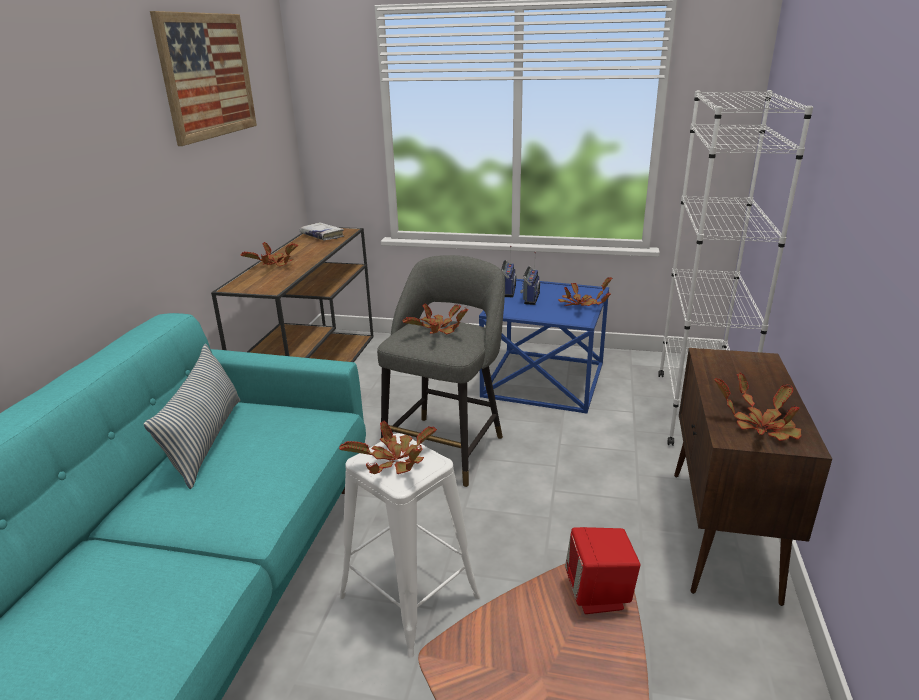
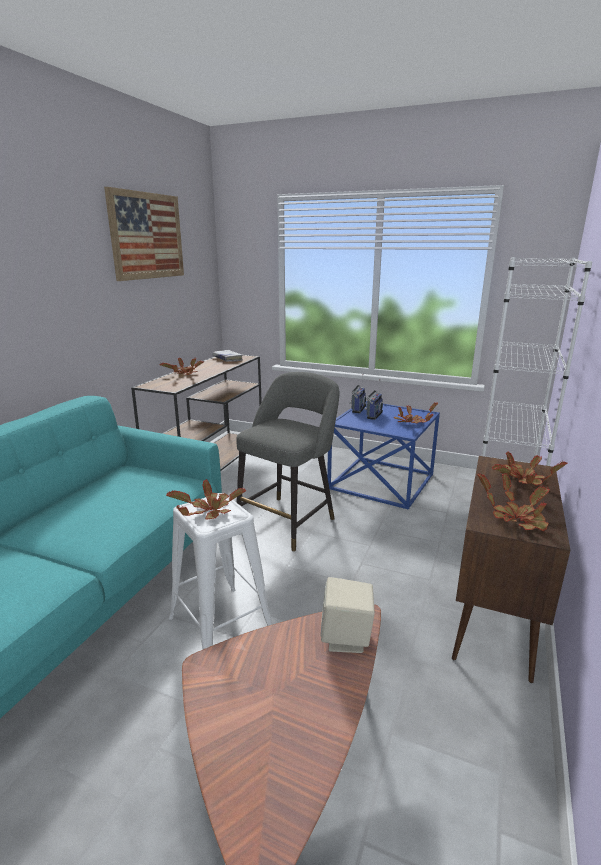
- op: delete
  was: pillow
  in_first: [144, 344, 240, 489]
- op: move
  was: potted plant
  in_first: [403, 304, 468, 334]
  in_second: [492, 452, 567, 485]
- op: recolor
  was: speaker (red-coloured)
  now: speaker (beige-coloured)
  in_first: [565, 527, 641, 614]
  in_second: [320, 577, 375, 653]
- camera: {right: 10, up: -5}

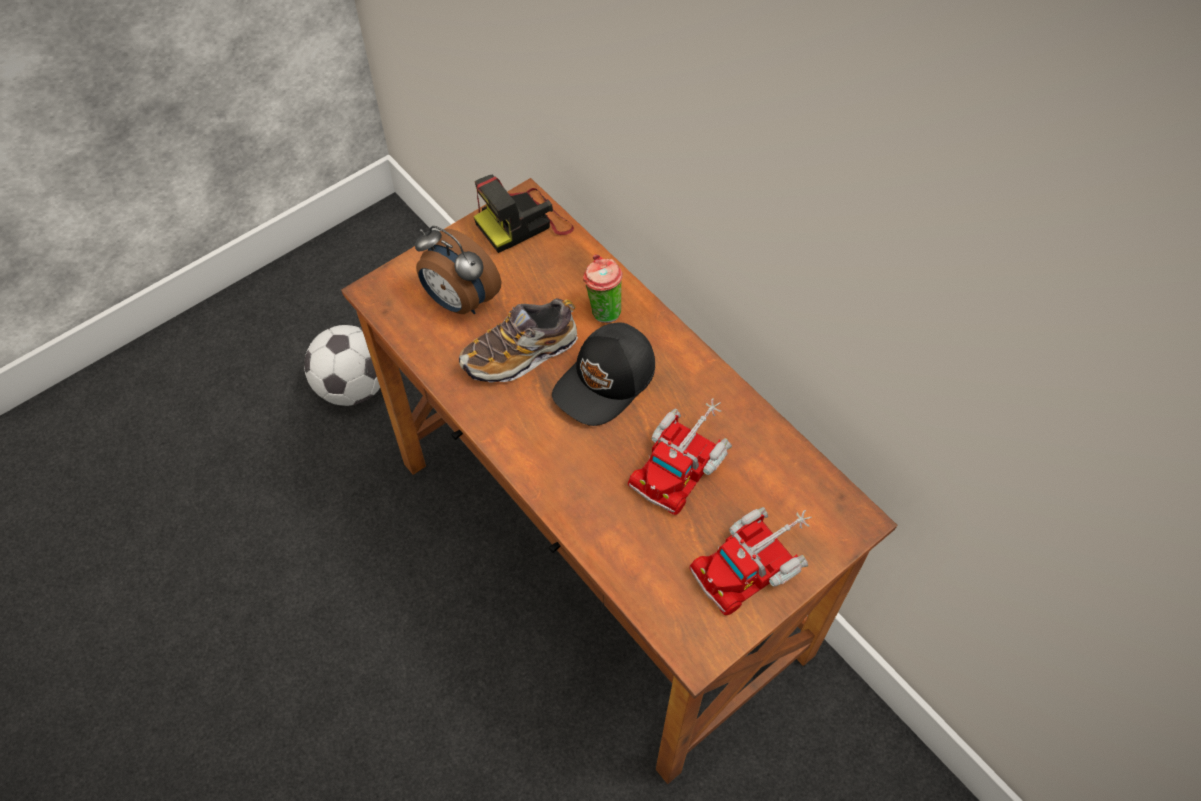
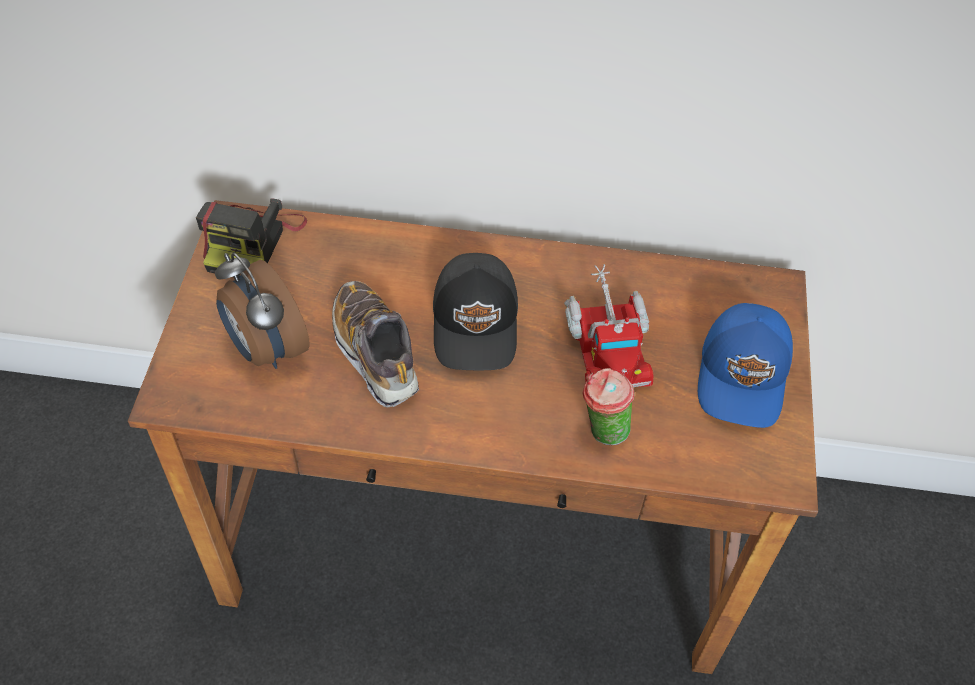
- op: delete
  was: football ball
  in_first: [304, 325, 380, 406]
- op: move
  was: small cup
  in_first: [583, 254, 623, 323]
  in_second: [583, 368, 634, 445]
- op: replace
  was: toy truck
  now: peaked cap (blue-coloured)
  in_first: [689, 507, 812, 615]
  in_second: [698, 303, 793, 428]
- op: rotate
  was: table clock
  in_first: [415, 226, 501, 314]
  in_second: [215, 253, 310, 369]
  clockwise: 60
- op: rotate
  was: low shoe
  in_first: [459, 298, 578, 383]
  in_second: [332, 281, 419, 408]
  clockwise: 135
- camera: {right: -45, up: -5}

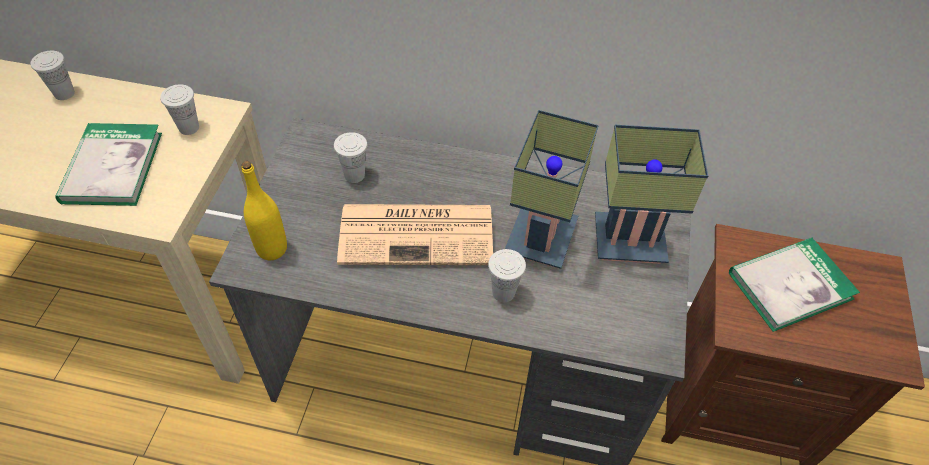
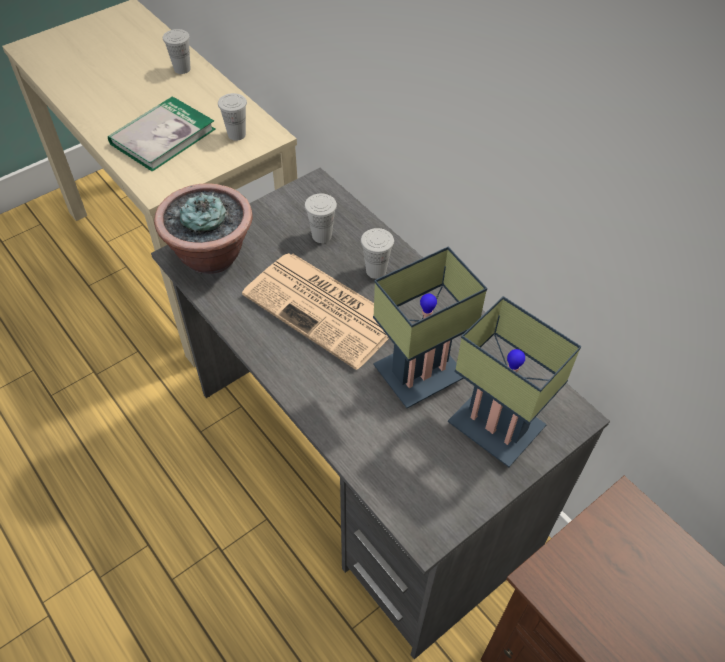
- op: delete
  was: bound book
  in_first: [729, 238, 860, 332]
- op: move
  was: small cup (white-coloured)
  in_first: [488, 249, 526, 302]
  in_second: [361, 228, 394, 279]
- op: replace
  was: beverage bottle (yellowish)
  now: potted plant
  in_first: [241, 161, 287, 260]
  in_second: [154, 183, 252, 274]
- camera: {right: 40, up: 0}

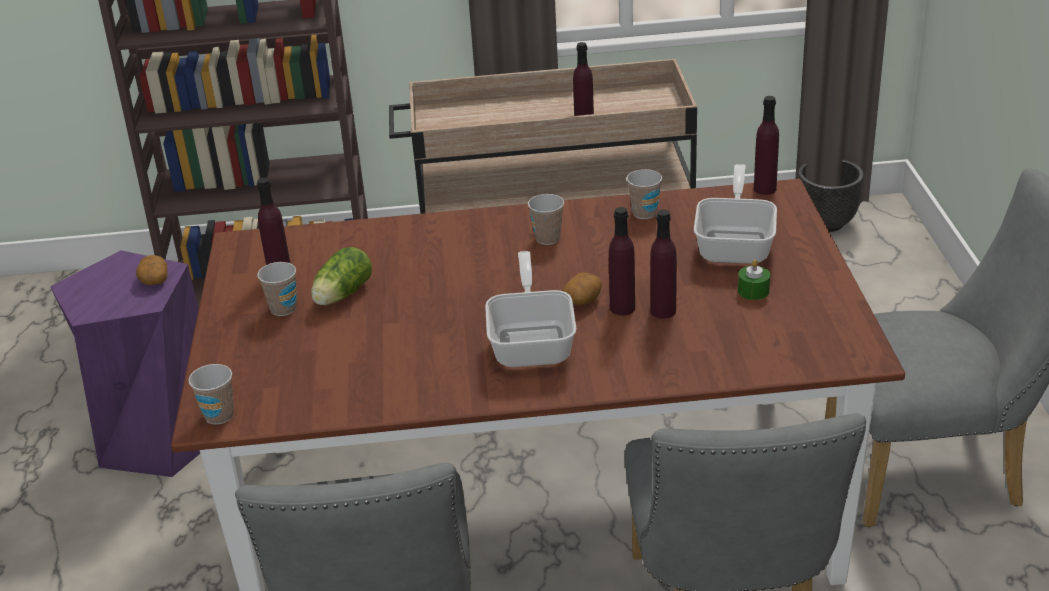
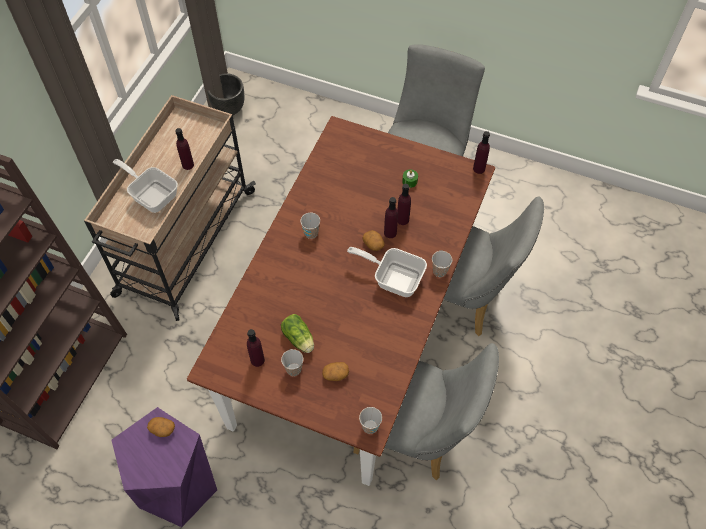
- op: insert
  now: whole potato
  in_second: [322, 362, 349, 381]
- op: move
  was: small cup
  in_first: [627, 169, 662, 219]
  in_second: [432, 251, 452, 277]
- op: move
  was: skillet
  in_first: [694, 164, 777, 264]
  in_second: [113, 159, 178, 213]
- op: move
  was: beverage bottle (purplish)
  in_first: [754, 96, 779, 195]
  in_second: [473, 131, 490, 174]
- camera: {right: -65, up: 25}

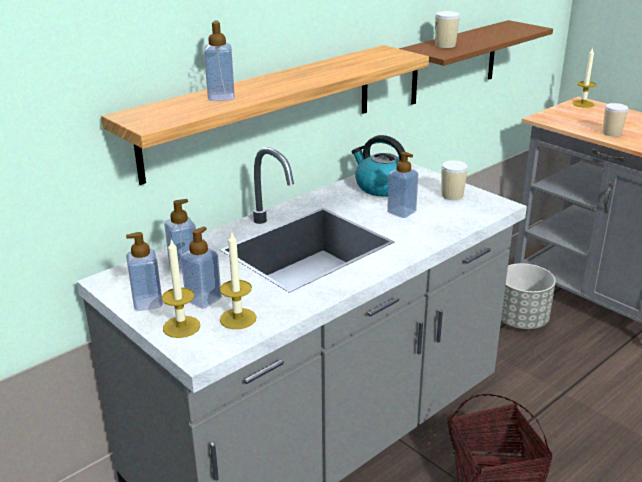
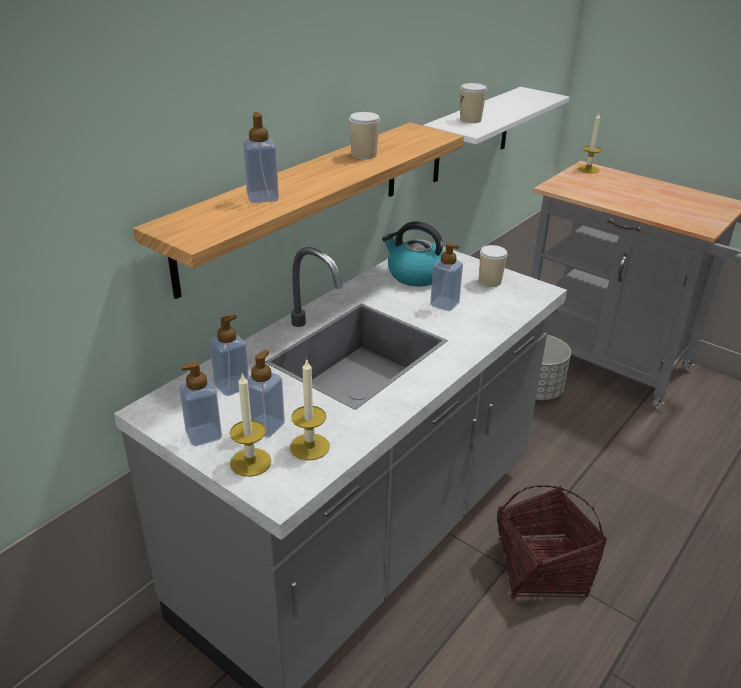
- op: move
  was: small cup
  in_first: [603, 103, 628, 137]
  in_second: [349, 112, 380, 159]
- op: recolor
  was: wall shelf (brown)
  now: wall shelf (white-coloured)
  in_first: [399, 20, 553, 105]
  in_second: [423, 87, 570, 182]
- camera: {right: -10, up: 5}

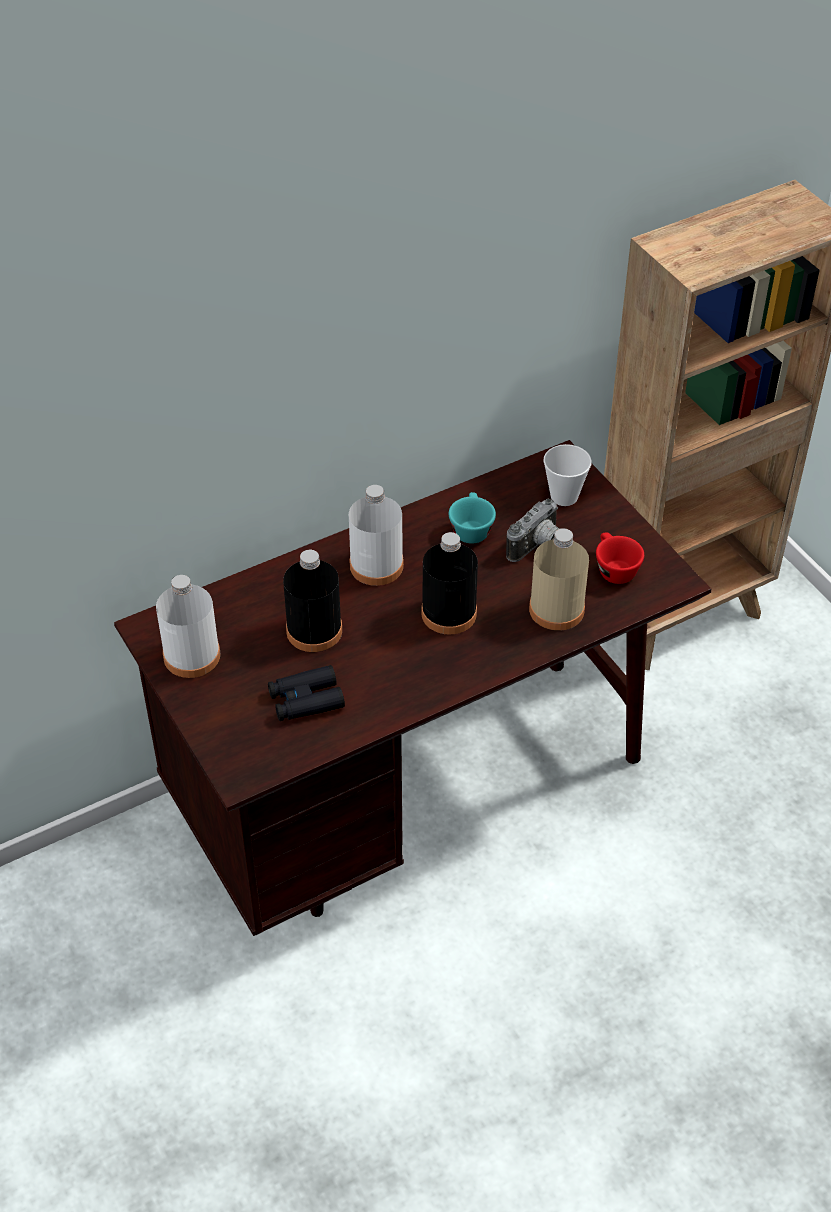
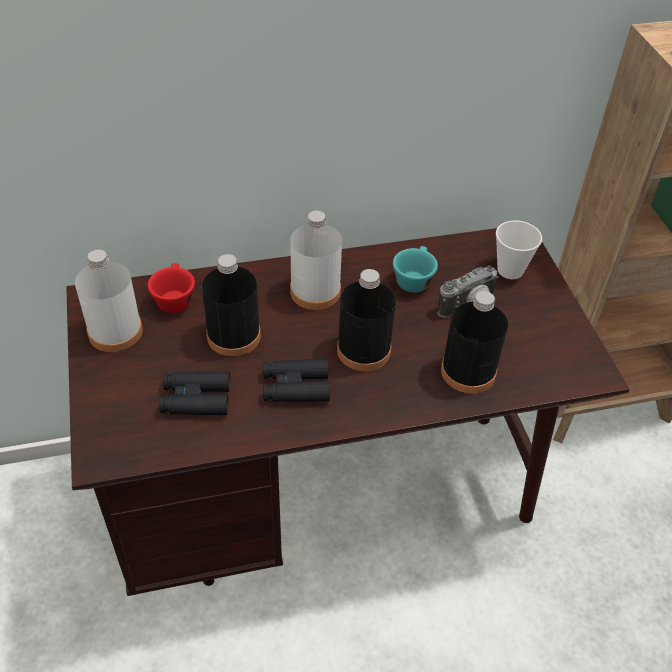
- op: insert
  now: pair of binoculars (black)
  in_second: [263, 359, 330, 402]
- op: move
  was: small cup (red-coloured)
  in_first: [596, 532, 644, 584]
  in_second: [148, 263, 195, 313]
- op: recolor
  was: beverage bottle (beige-coloured)
  now: beverage bottle (black)
  in_first: [529, 528, 589, 631]
  in_second: [441, 291, 508, 394]
- camera: {right: 15, up: 0}

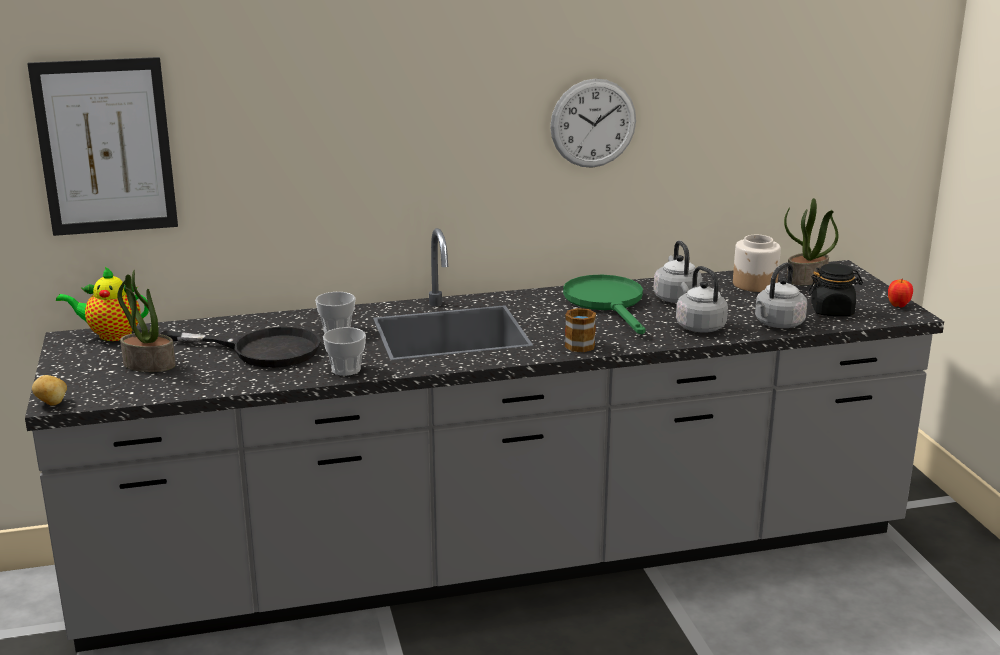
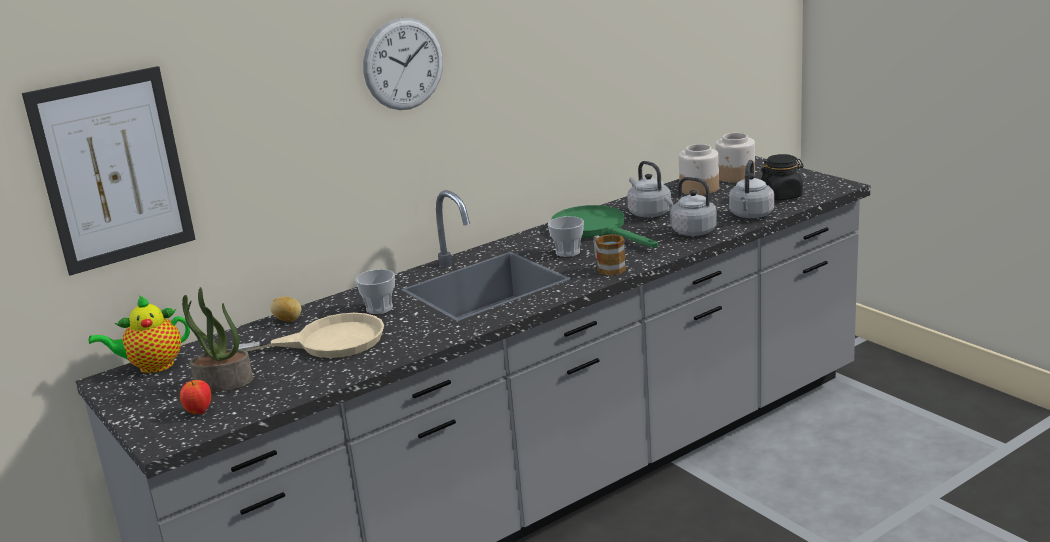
- op: move
  was: whole potato
  in_first: [32, 375, 67, 406]
  in_second: [270, 297, 302, 322]
- op: move
  was: small cup
  in_first: [323, 327, 366, 376]
  in_second: [548, 216, 584, 257]
- op: move
  was: wall clock
  in_first: [550, 79, 636, 168]
  in_second: [363, 18, 443, 110]
- op: move
  was: whole apple
  in_first: [888, 278, 913, 308]
  in_second: [180, 380, 211, 414]
- op: replace
  was: potted plant
  now: jar
  in_first: [784, 198, 839, 285]
  in_second: [716, 133, 755, 183]
- op: recolor
  was: skillet (black)
  now: skillet (beige-coloured)
  in_first: [160, 326, 321, 368]
  in_second: [210, 313, 384, 358]
- camera: {right: -20, up: 0}

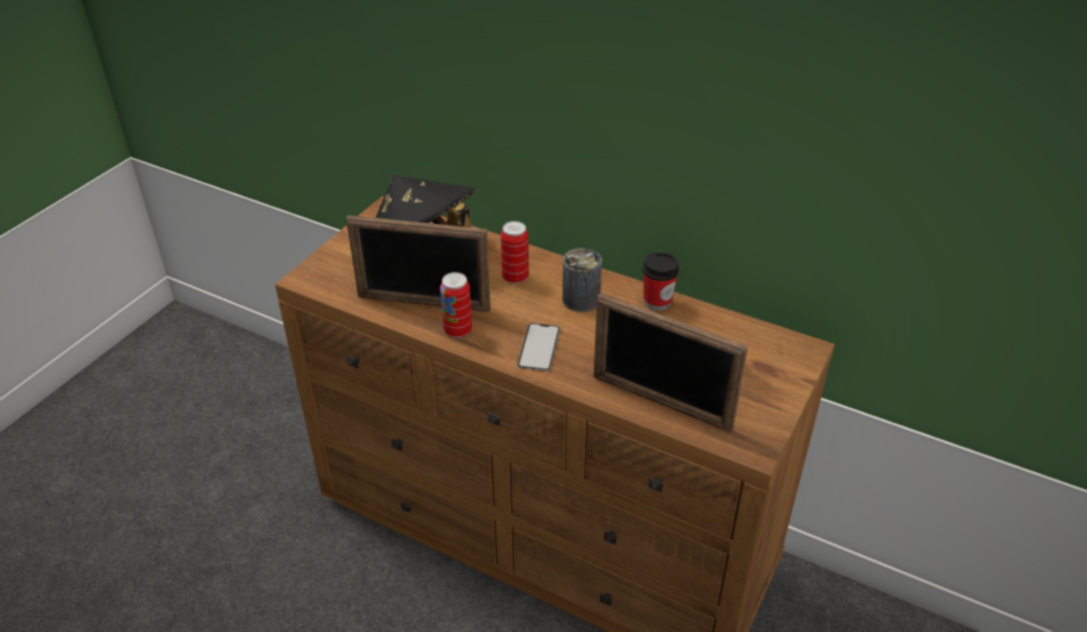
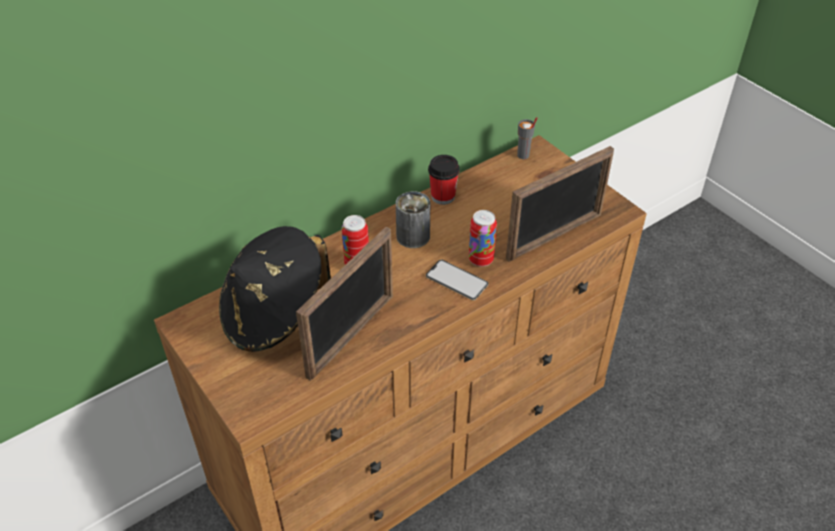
- op: insert
  now: small cup (gray)
  in_second: [517, 117, 537, 159]
- op: move
  was: metal can
  in_first: [440, 272, 472, 338]
  in_second: [469, 210, 497, 267]
- camera: {right: -65, up: 5}

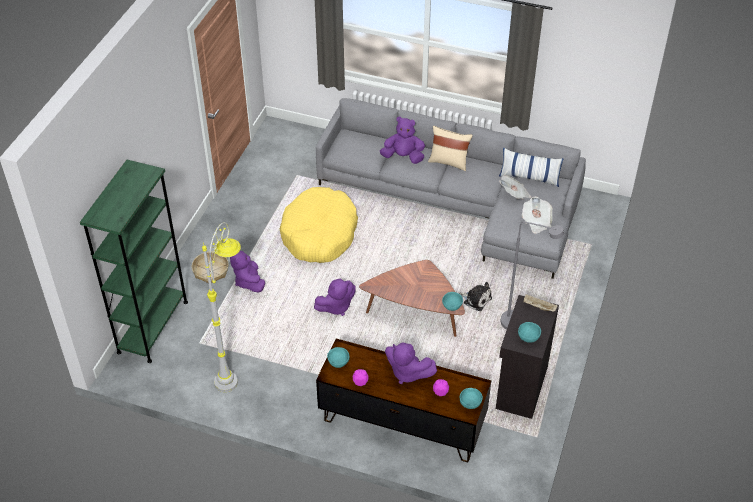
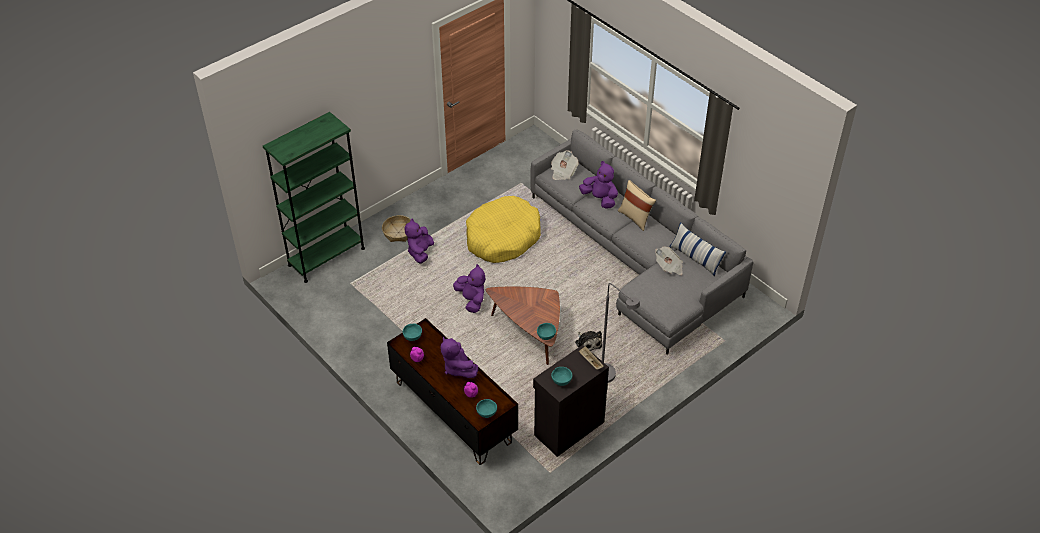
- op: delete
  was: standing lamp (gray)
  in_first: [202, 222, 241, 392]
- op: move
  was: daily paper
  in_first: [522, 197, 552, 234]
  in_second: [551, 150, 579, 180]
- op: rotate
  was: soft toy (purplish)
  in_first: [314, 278, 356, 316]
  in_second: [453, 264, 485, 313]
  clockwise: -120
- camera: {right: 30, up: 0}

